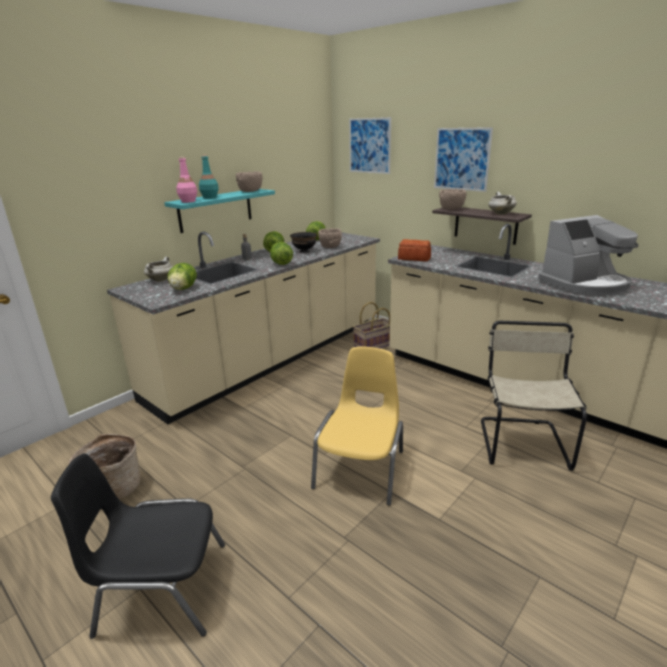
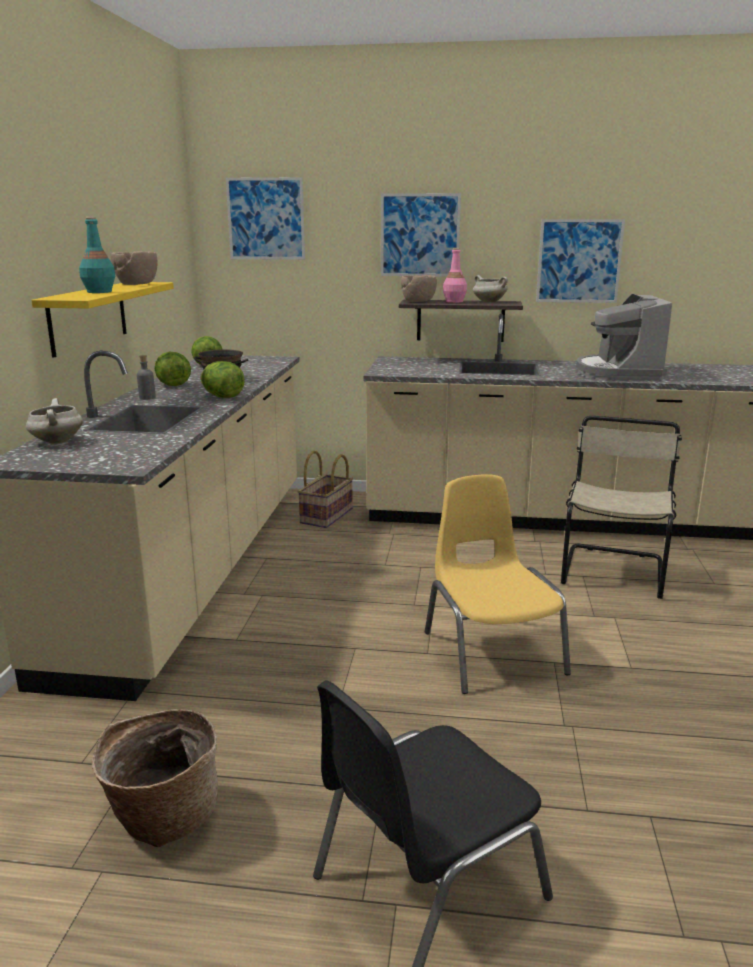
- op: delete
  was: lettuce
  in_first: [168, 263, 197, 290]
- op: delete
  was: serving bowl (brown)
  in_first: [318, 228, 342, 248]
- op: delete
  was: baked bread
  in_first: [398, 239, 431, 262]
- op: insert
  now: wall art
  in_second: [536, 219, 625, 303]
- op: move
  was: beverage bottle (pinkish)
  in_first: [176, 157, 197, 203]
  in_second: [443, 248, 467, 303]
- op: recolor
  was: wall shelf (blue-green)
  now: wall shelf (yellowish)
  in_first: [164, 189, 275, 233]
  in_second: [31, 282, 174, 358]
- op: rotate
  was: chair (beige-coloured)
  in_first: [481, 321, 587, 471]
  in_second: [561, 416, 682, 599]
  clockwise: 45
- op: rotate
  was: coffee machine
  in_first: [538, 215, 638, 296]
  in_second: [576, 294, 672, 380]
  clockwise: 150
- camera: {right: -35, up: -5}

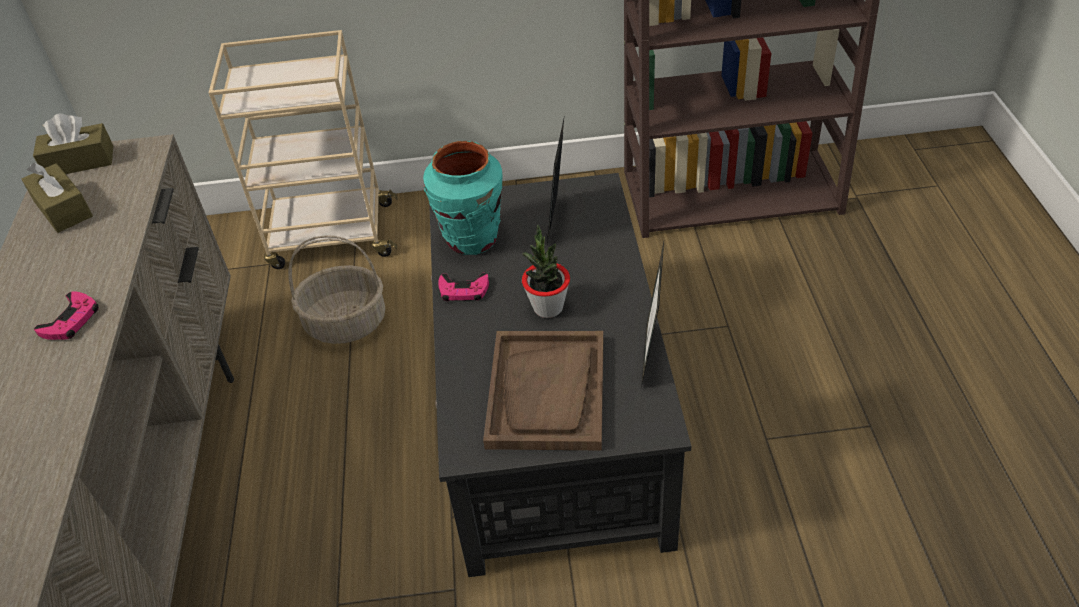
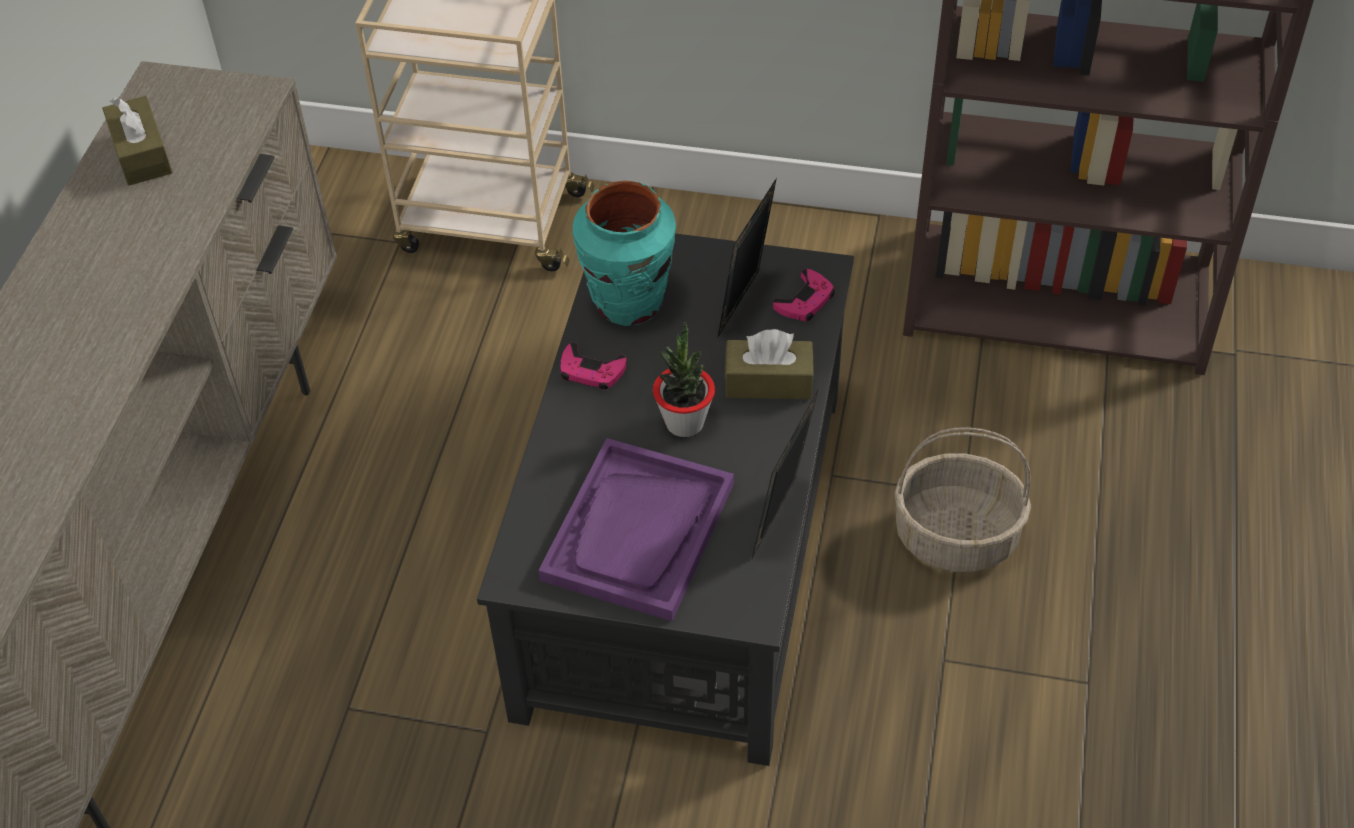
- op: move
  was: tissue box (brown)
  in_first: [33, 114, 113, 174]
  in_second: [725, 329, 814, 399]
- op: move
  was: joypad (pinkish)
  in_first: [34, 292, 99, 340]
  in_second: [773, 269, 835, 321]
- op: move
  was: storage basket
  in_first: [288, 235, 385, 344]
  in_second: [894, 427, 1031, 572]
- op: recolor
  was: serving tray (brown)
  now: serving tray (purplish)
  in_first: [483, 331, 603, 450]
  in_second: [538, 438, 734, 621]
- camera: {right: 15, up: 5}

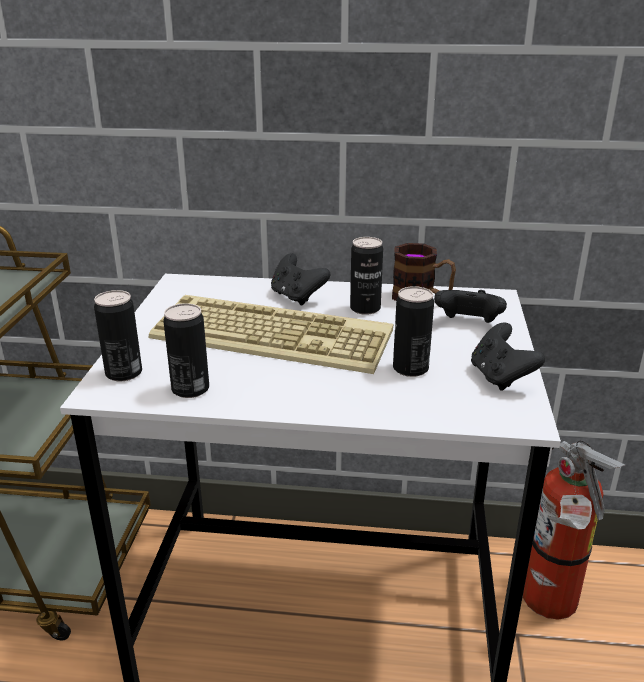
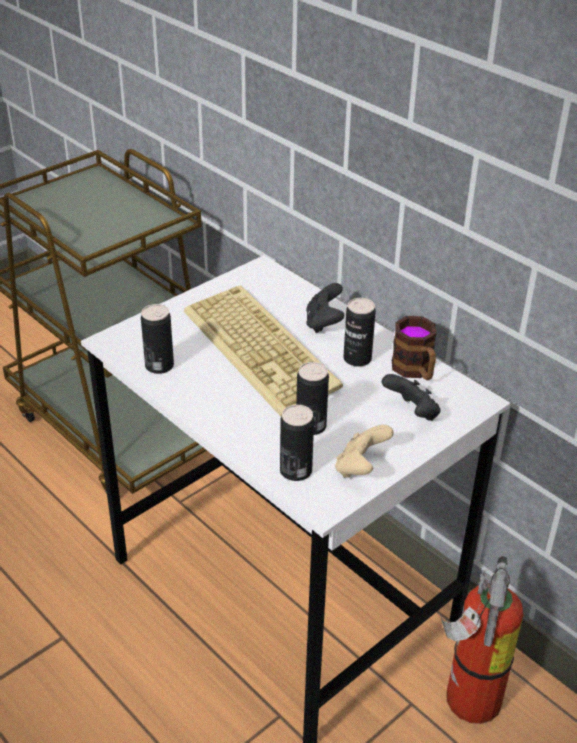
- op: move
  was: metal can
  in_first: [94, 290, 142, 381]
  in_second: [280, 405, 314, 481]
- op: recolor
  was: joypad (black)
  now: joypad (beige-coloured)
  in_first: [471, 322, 545, 391]
  in_second: [335, 425, 394, 478]
- camera: {right: 40, up: 10}

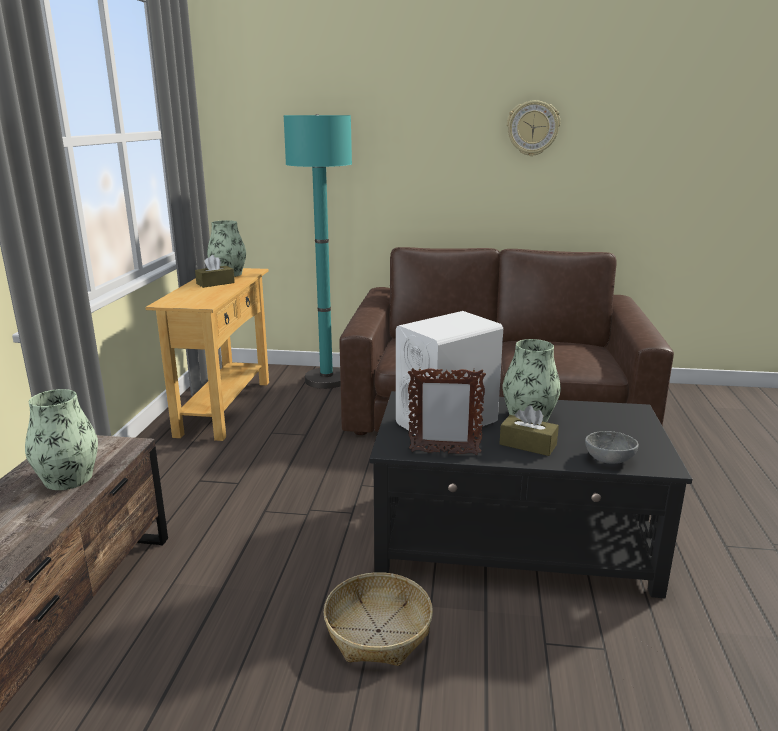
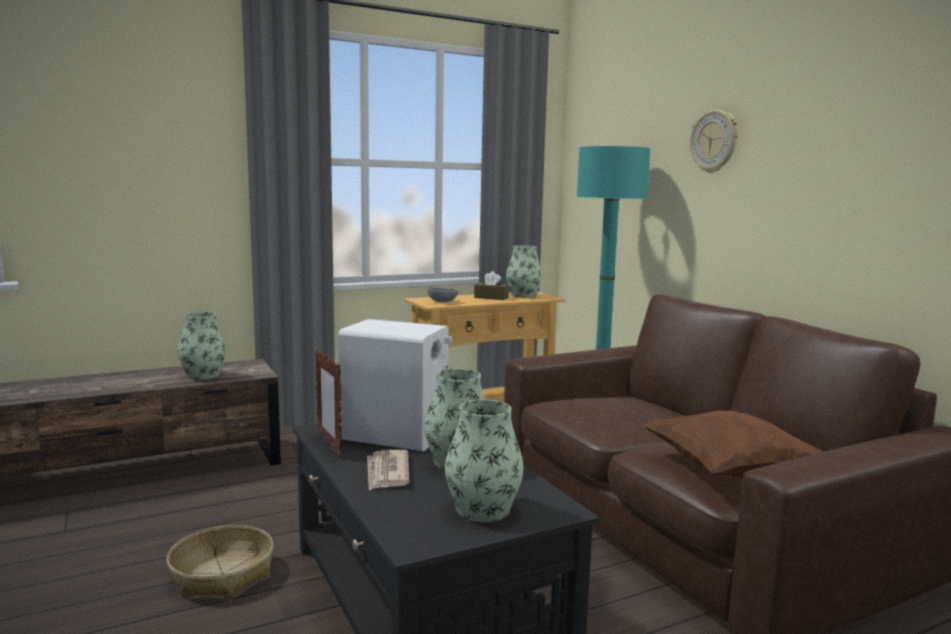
- op: insert
  now: vase
  in_second: [445, 399, 524, 522]
- op: insert
  now: pillow (brown)
  in_second: [643, 411, 823, 477]
- op: move
  was: wall clock
  in_first: [507, 100, 560, 156]
  in_second: [690, 110, 738, 173]
- op: move
  was: serving bowl (gray)
  in_first: [585, 431, 639, 464]
  in_second: [427, 287, 458, 302]
- op: replace
  was: tissue box (brown)
  now: daily paper
  in_first: [499, 405, 559, 456]
  in_second: [367, 450, 409, 490]
- camera: {right: 55, up: -10}

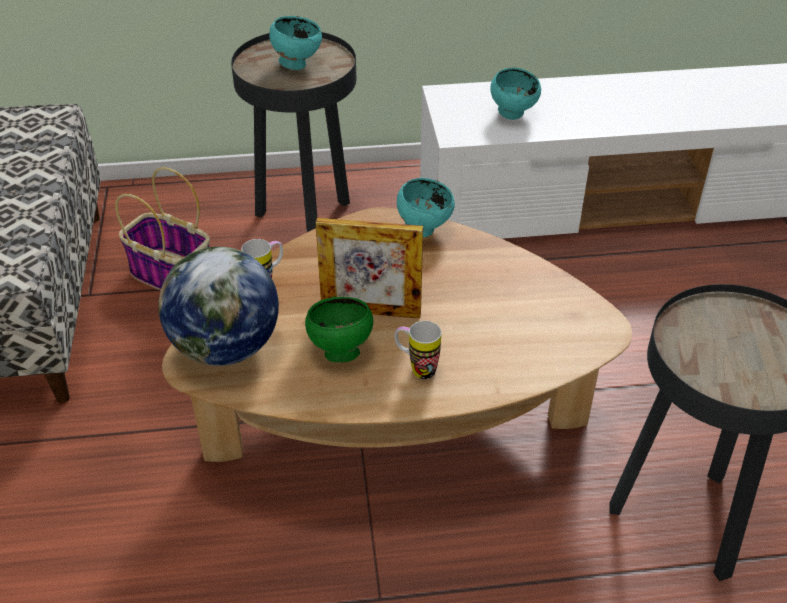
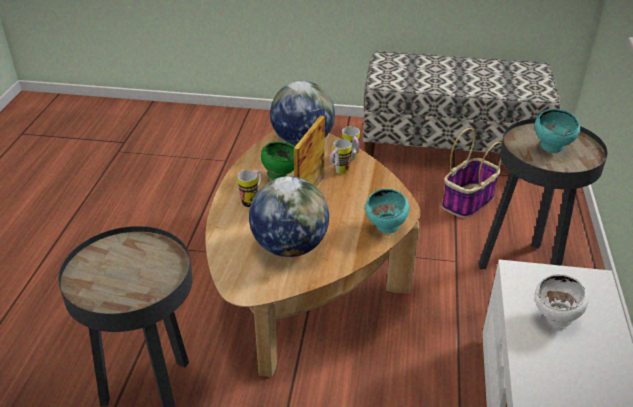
- op: insert
  now: desk globe
  in_second: [249, 176, 329, 257]
- op: insert
  now: coffee mug
  in_second: [330, 139, 352, 174]
- op: recolor
  was: serving bowl (blue-green)
  now: serving bowl (white-coloured)
  in_first: [490, 68, 541, 120]
  in_second: [534, 274, 589, 327]
- camera: {right: 105, up: -5}

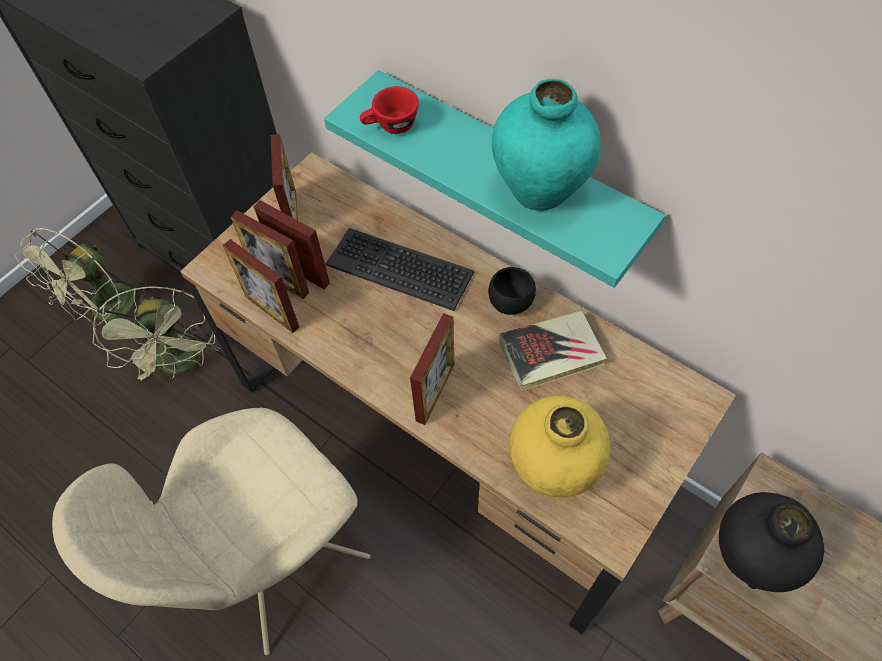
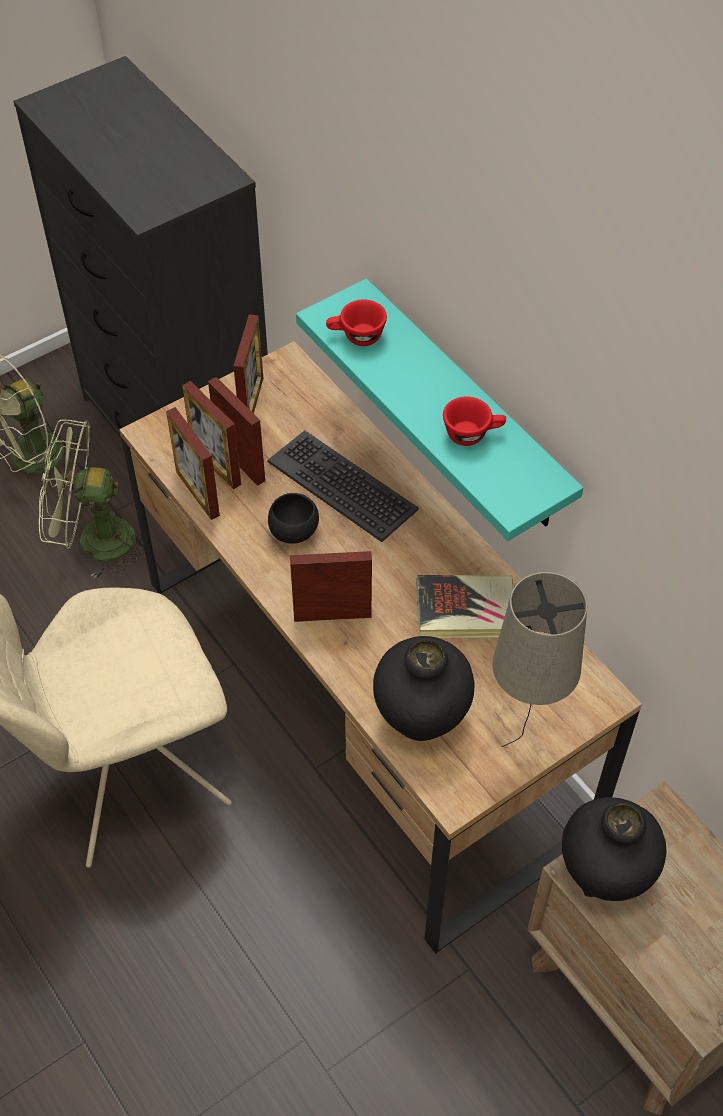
- op: insert
  now: table lamp (beige-coloured)
  in_second: [493, 572, 587, 747]
- op: move
  was: serving bowl (black)
  in_first: [488, 267, 536, 315]
  in_second: [268, 493, 319, 544]
- op: replace
  was: vase (blue-green)
  now: small cup (red-coloured)
  in_first: [492, 79, 601, 211]
  in_second: [443, 396, 506, 446]
- op: recolor
  was: vase (yellowish)
  now: vase (black)
  in_first: [509, 396, 610, 497]
  in_second: [373, 636, 474, 741]
- op: rotate
  was: cooling fan (green)
  in_first: [93, 286, 220, 380]
  in_second: [39, 419, 146, 579]
  clockwise: 90
- op: rotate
  was: photo frame
  in_first: [410, 313, 455, 425]
  in_second: [290, 551, 372, 622]
  clockwise: -135
- camera: {right: 15, up: -5}

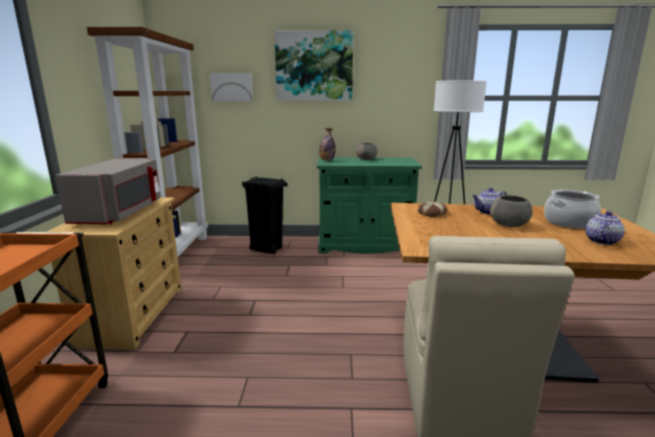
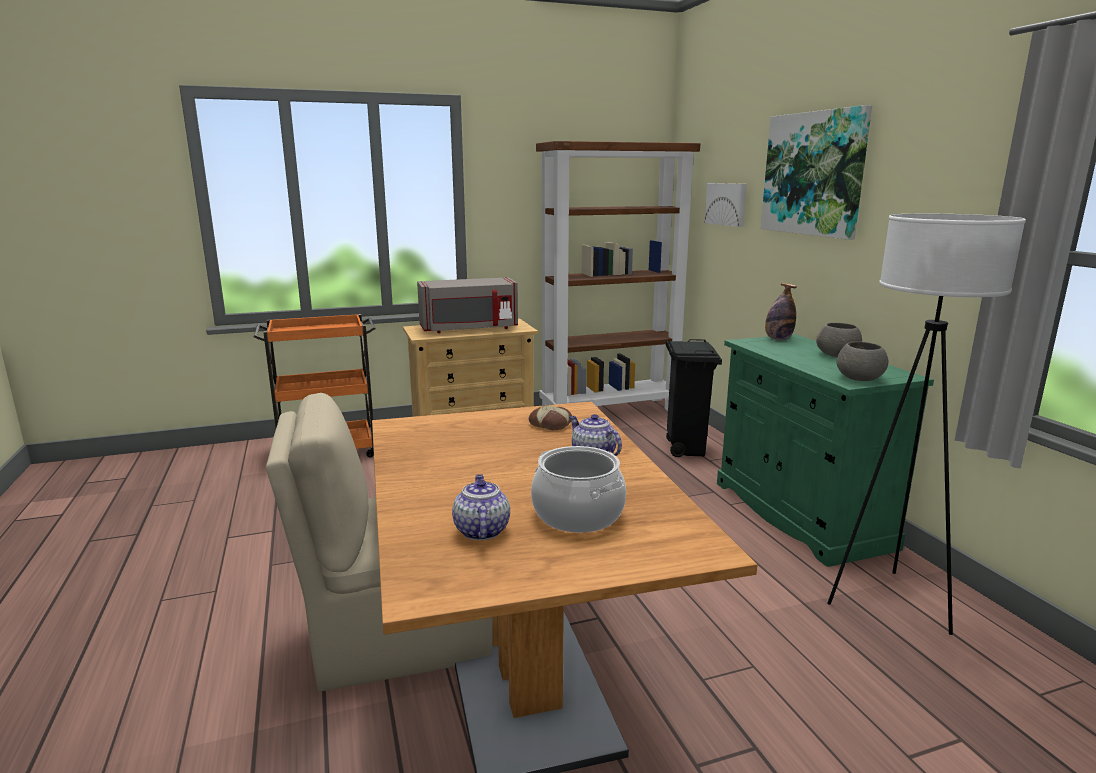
- op: move
  was: serving bowl (gray)
  in_first: [490, 195, 533, 227]
  in_second: [837, 342, 888, 381]
- op: rotate
  was: tea pot
  in_first: [585, 211, 625, 245]
  in_second: [452, 474, 510, 540]
  clockwise: -120
- camera: {right: 70, up: 0}

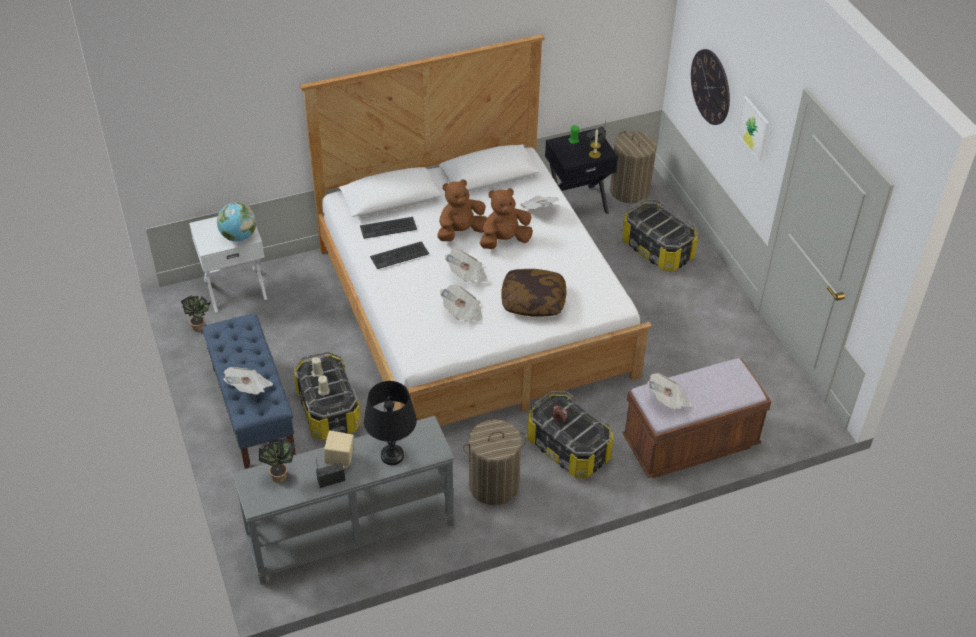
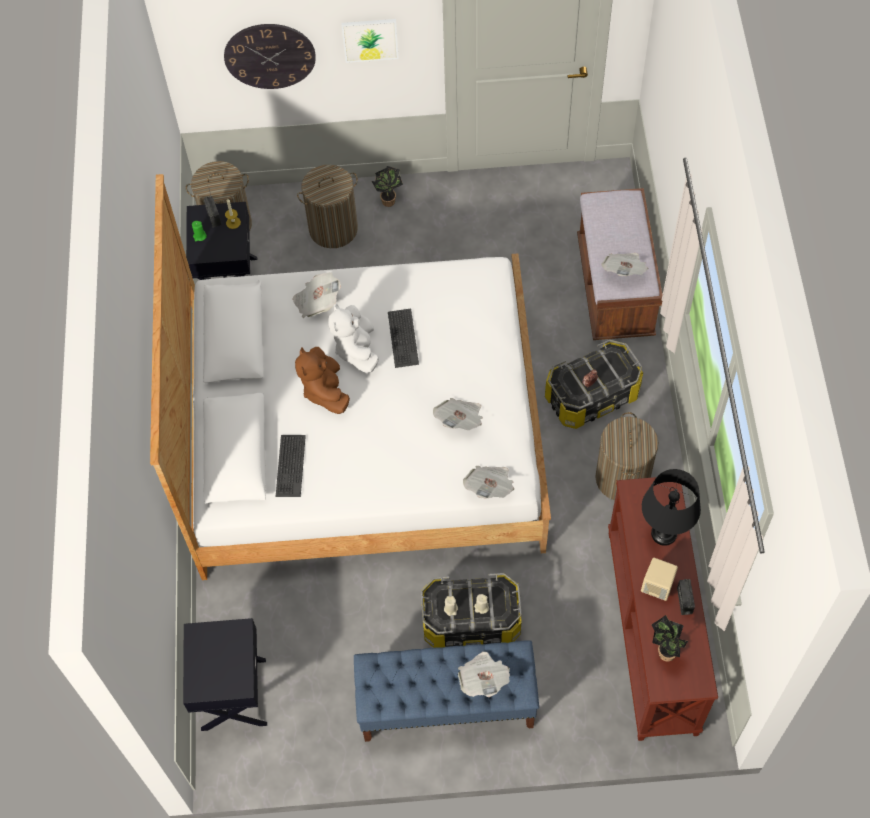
- op: delete
  was: desk globe
  in_first: [217, 202, 256, 241]
- op: delete
  was: pillow
  in_first: [501, 269, 566, 316]
- op: move
  was: potted plant
  in_first: [181, 295, 211, 331]
  in_second: [371, 166, 403, 207]
- op: move
  was: PC keyboard
  in_first: [370, 241, 429, 269]
  in_second: [388, 308, 419, 368]
- op: move
  was: daily paper
  in_first: [445, 249, 488, 283]
  in_second: [463, 466, 515, 499]
- op: replace
  was: storage bin
  now: laundry basket
  in_first: [622, 199, 698, 271]
  in_second: [297, 165, 358, 248]
- op: recolor
  was: night table (white-coloured)
  now: night table (black)
  in_first: [189, 216, 267, 312]
  in_second: [183, 618, 267, 731]
- op: recolor
  was: hall table (gray)
  now: hall table (brown)
  in_first: [232, 416, 455, 585]
  in_second: [608, 477, 718, 741]
- op: recolor
  was: soft toy (brown)
  now: soft toy (white-coloured)
  in_first: [480, 188, 533, 249]
  in_second: [328, 304, 379, 373]
- camera: {right: -70, up: 15}

